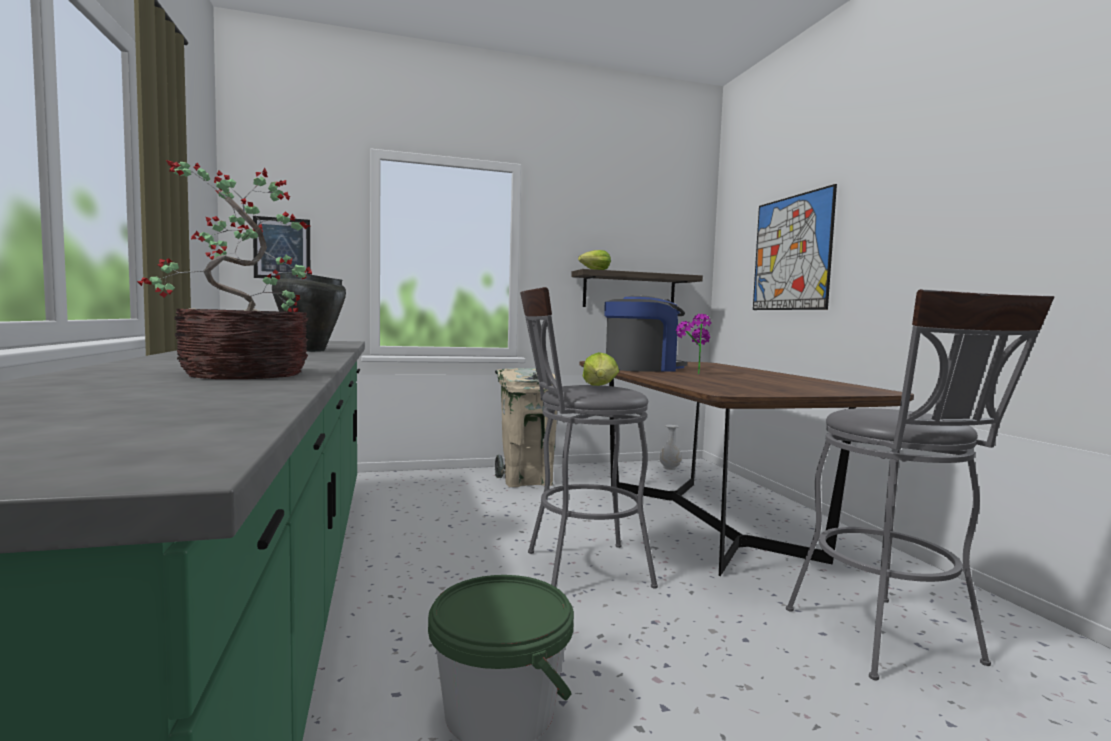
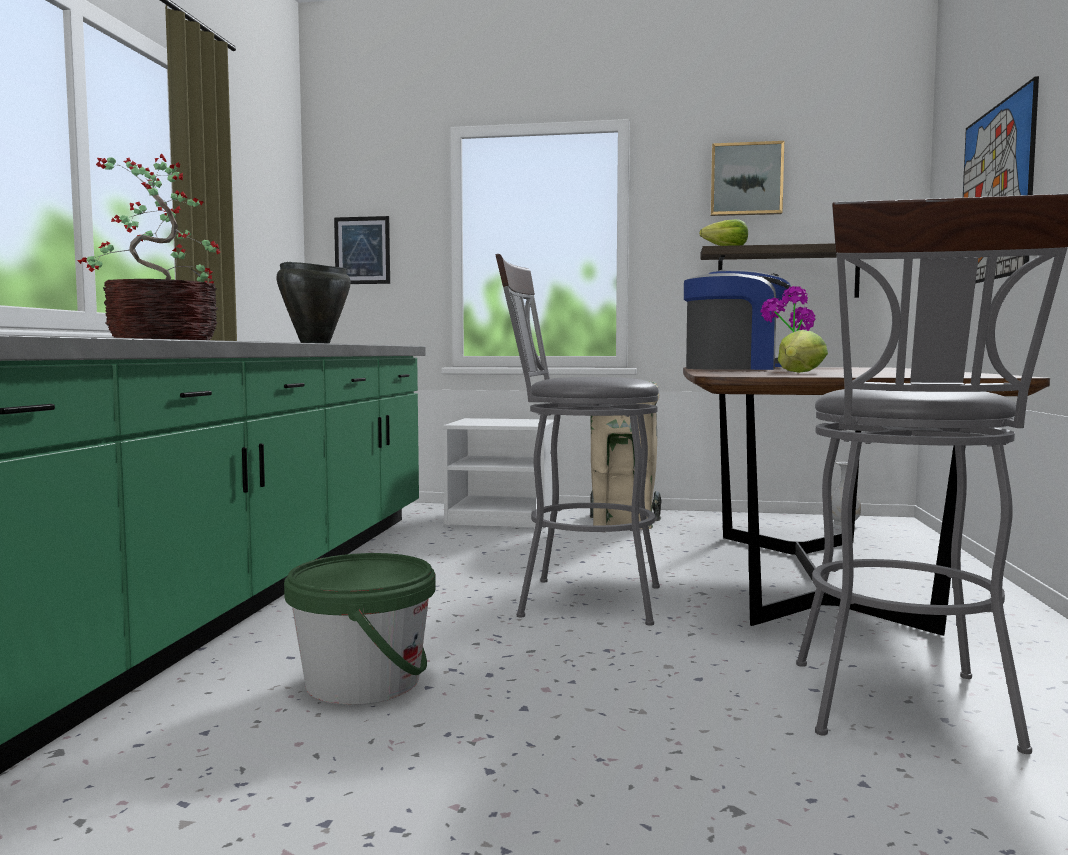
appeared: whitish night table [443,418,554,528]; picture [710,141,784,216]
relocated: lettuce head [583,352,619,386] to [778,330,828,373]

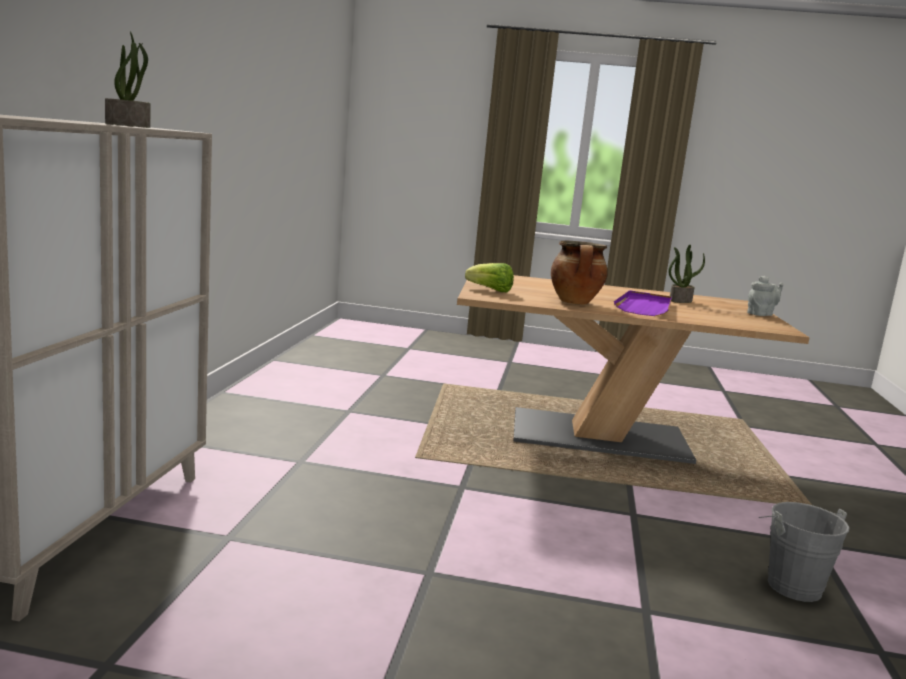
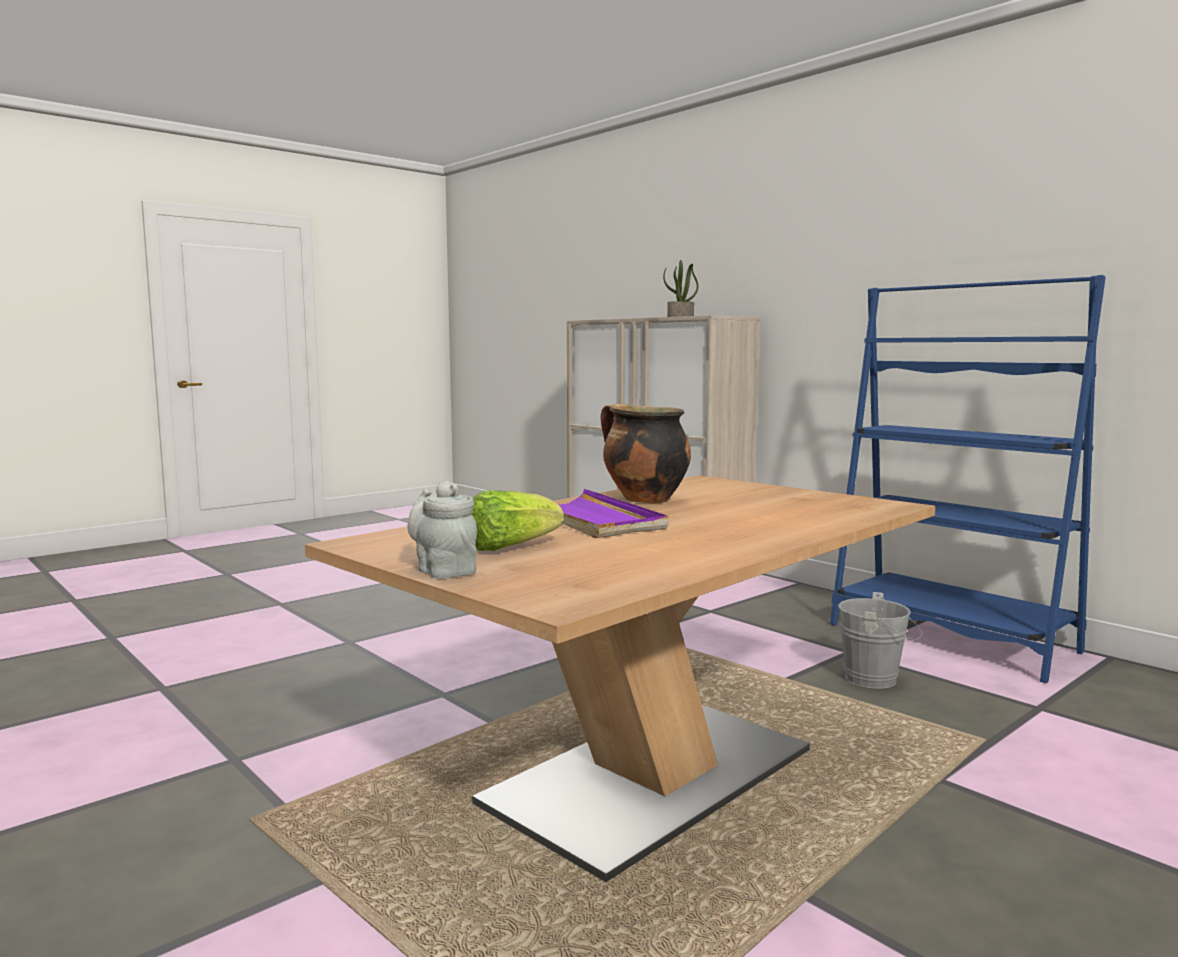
missing: houseplant [668,245,705,303]
appeared: blue bookcase [830,275,1106,683]
relocated: lettuce head [465,263,514,292] to [471,490,564,551]; greyish bucket [759,502,850,602] to [838,592,922,689]
spun: greyish teapot [747,276,784,316] = [407,481,477,579] 135 degrees clockwise

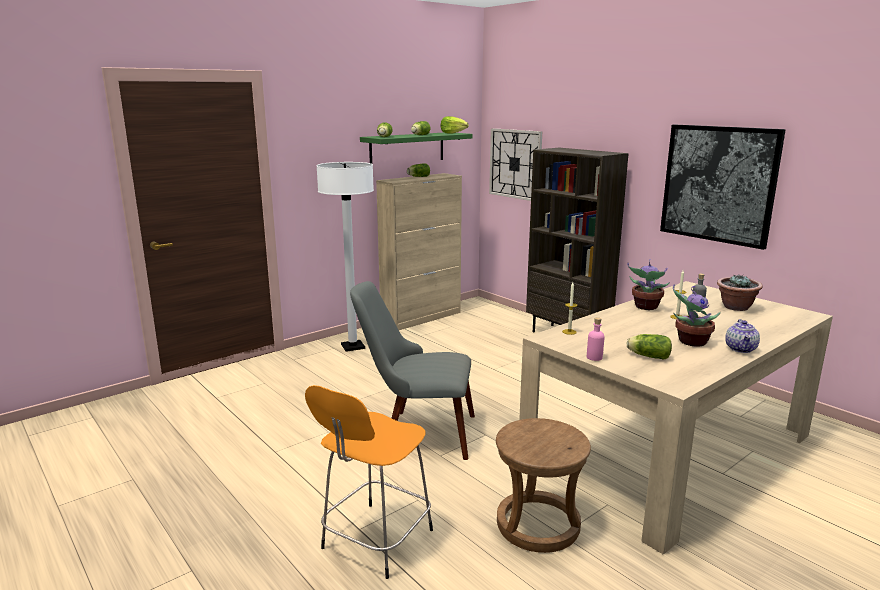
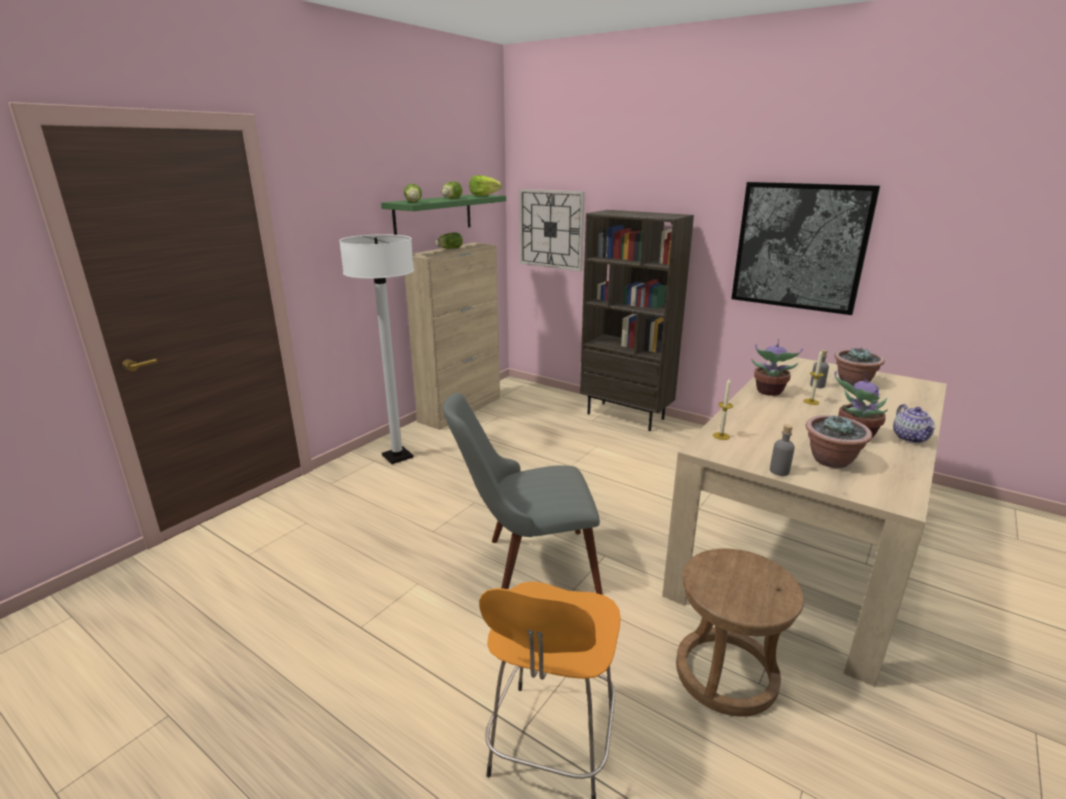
exchanged: lettuce head [627,334,672,360] to houseplant [806,415,872,468]
colour: pink beverage bottle [587,317,605,361] to greyish beverage bottle [770,424,795,476]

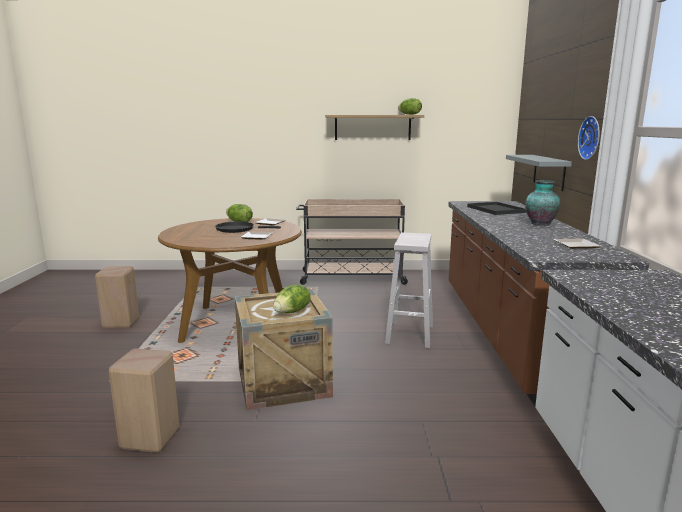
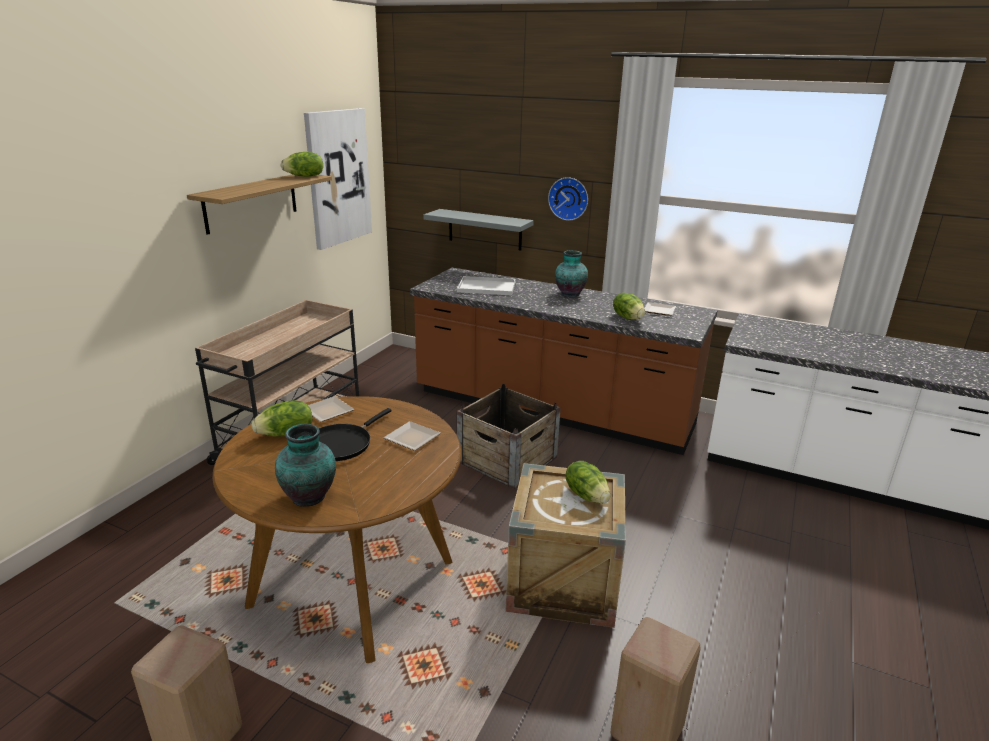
appeared: decorative vase [275,424,336,507]; picture [304,108,372,250]; lettuce head [613,293,645,320]
exchanged: whitish sitting stool [385,232,433,348] to crate [457,384,561,489]
colour: blackish tray [467,202,526,215] to whitish tray [457,276,516,295]

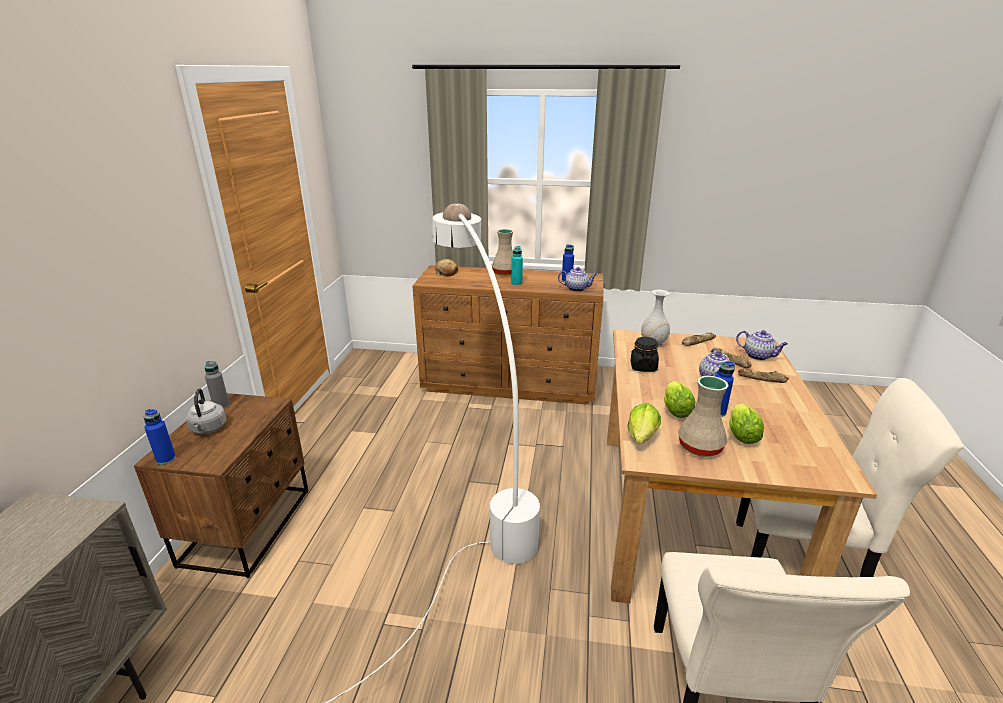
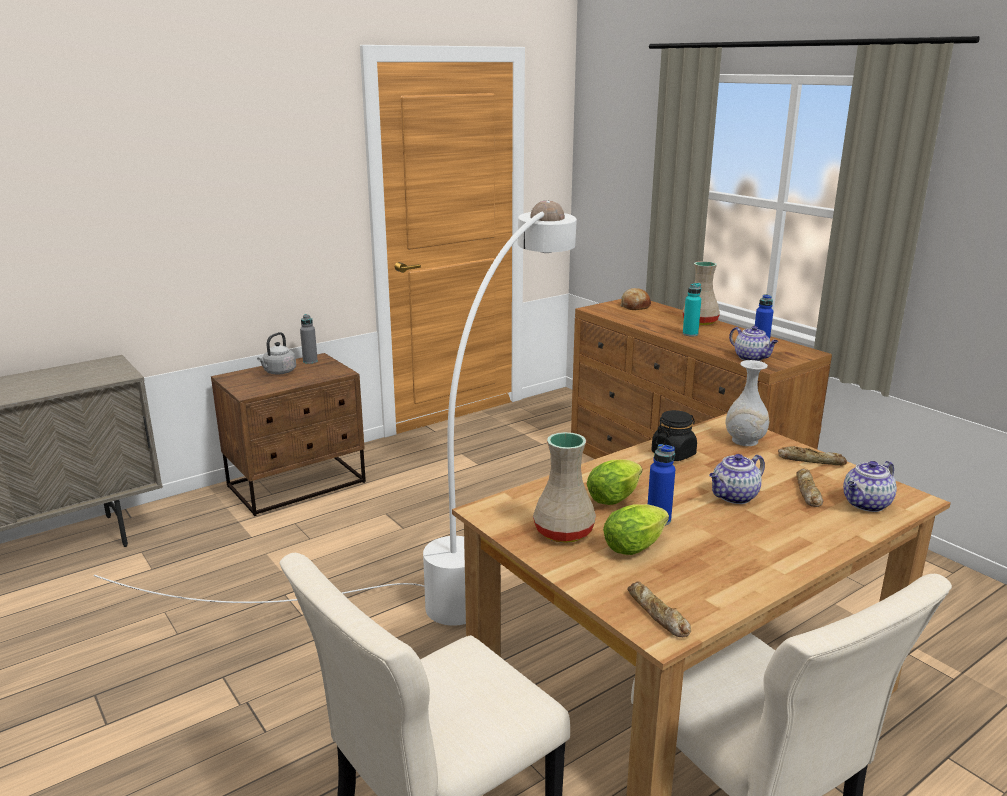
missing: blue beverage bottle [144,409,176,465]; lettuce head [627,403,661,444]
relocated: baked bread [738,369,789,383] to [627,581,691,637]
spun: teapot [736,330,788,360] = [843,461,897,512] 60 degrees clockwise

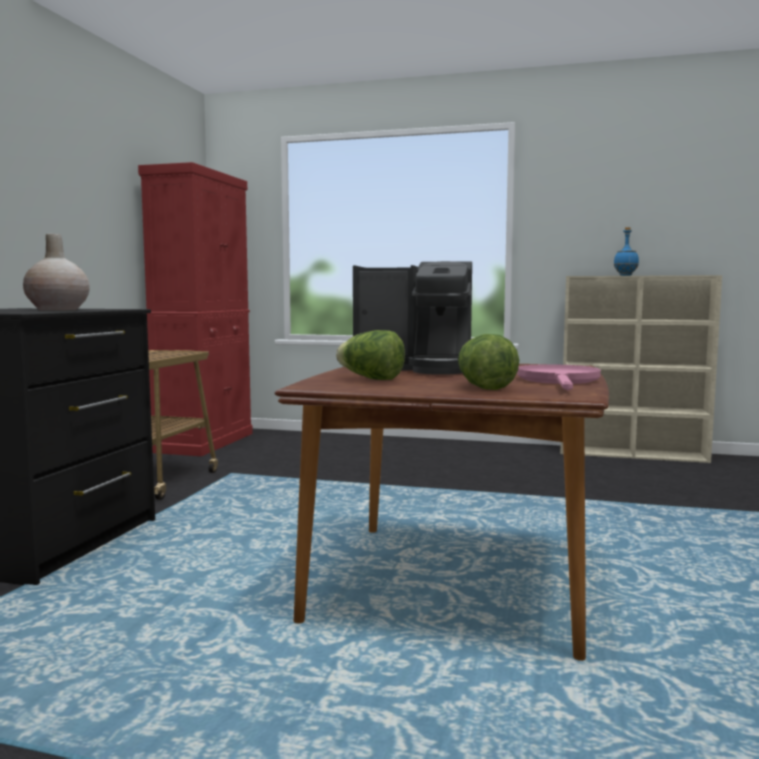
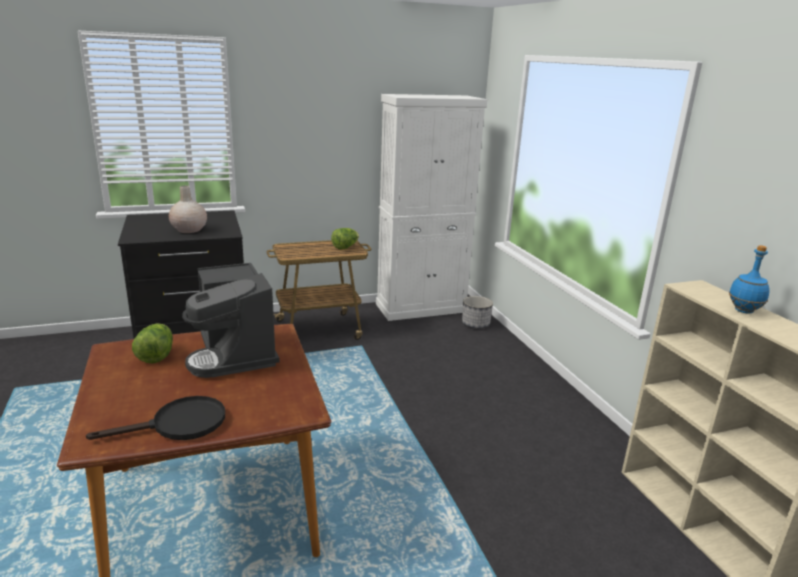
appeared: plant pot [462,296,493,328]
relocated: lettuce head [458,334,519,390] to [331,228,359,250]
colour: pink pan [517,364,601,390] to blackish pan [86,396,225,440]; red storage cabinet [138,162,253,456] to whitish storage cabinet [376,94,488,321]

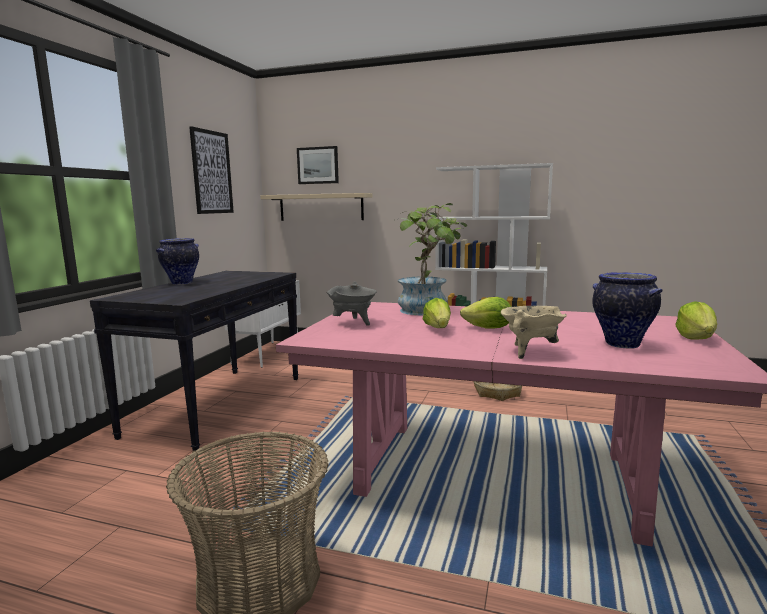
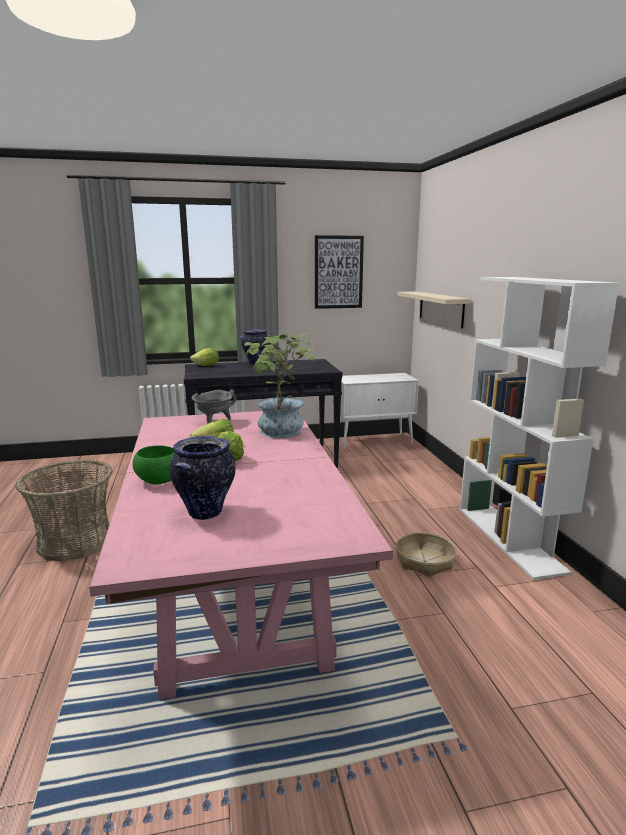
missing: picture [297,146,339,184]
relocated: lettuce head [675,302,717,339] to [190,348,219,366]
exchanged: beige stockpot [501,306,566,359] to green-coloured serving bowl [132,446,175,485]

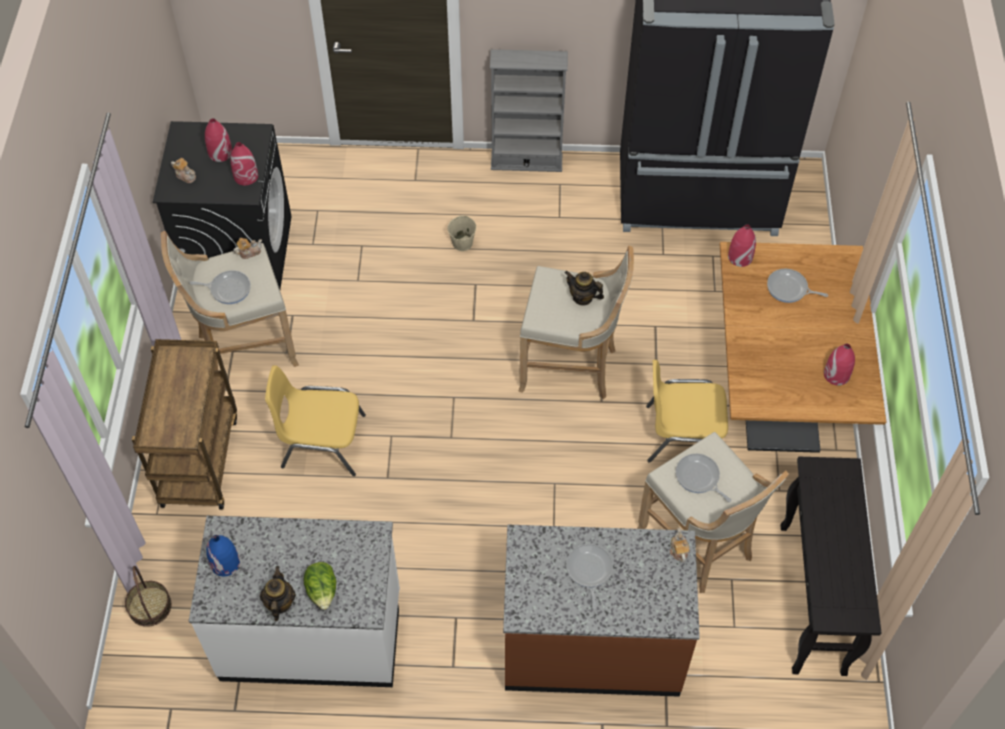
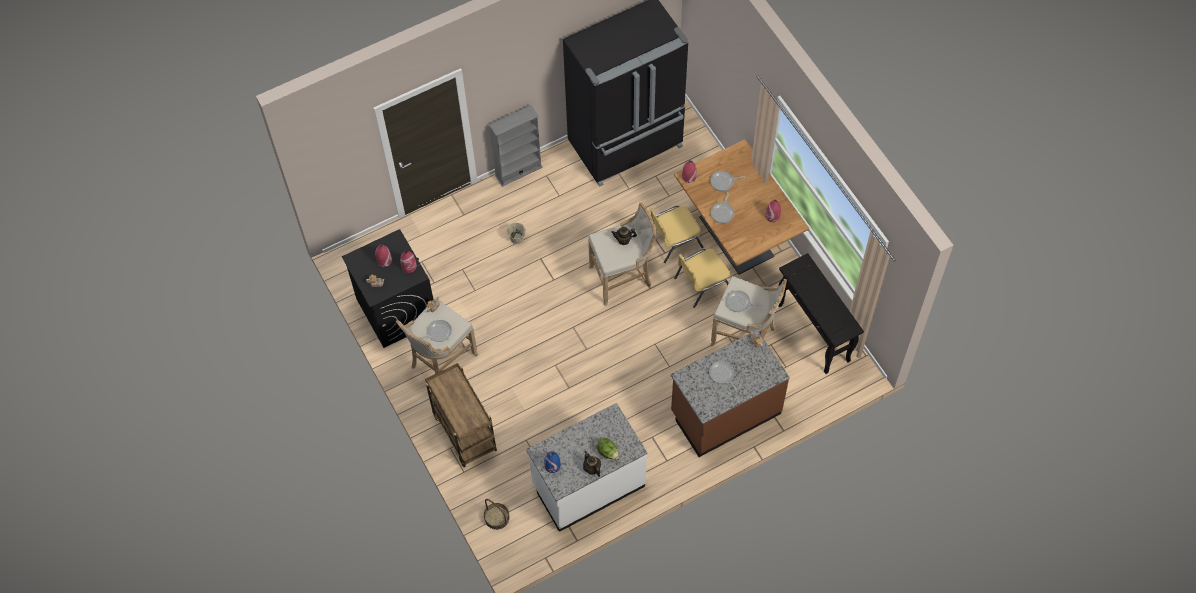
appeared: pan [711,192,734,223]
relocated: yellow-coloured plain chair [265,365,366,476] to [650,206,703,263]

